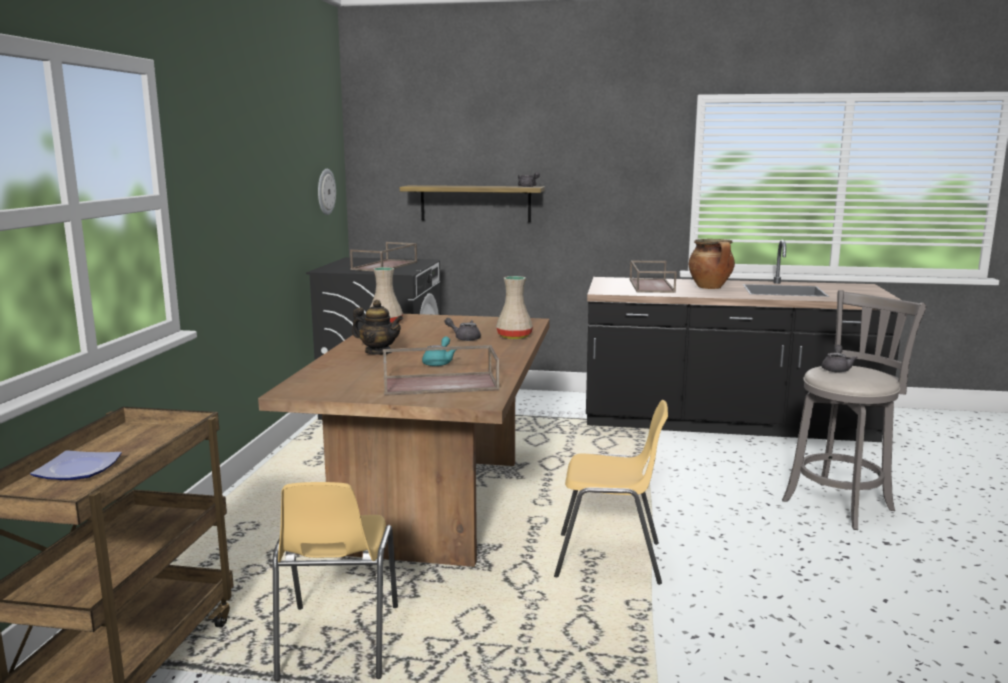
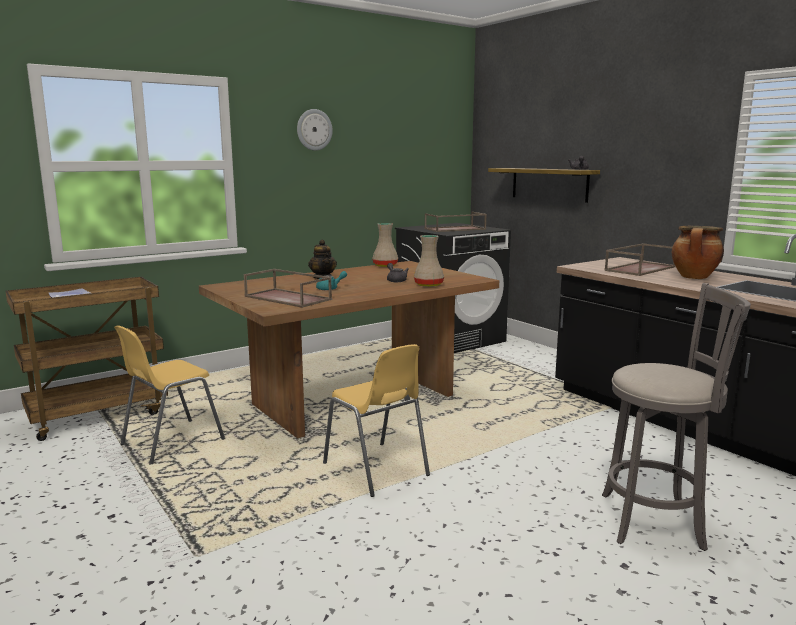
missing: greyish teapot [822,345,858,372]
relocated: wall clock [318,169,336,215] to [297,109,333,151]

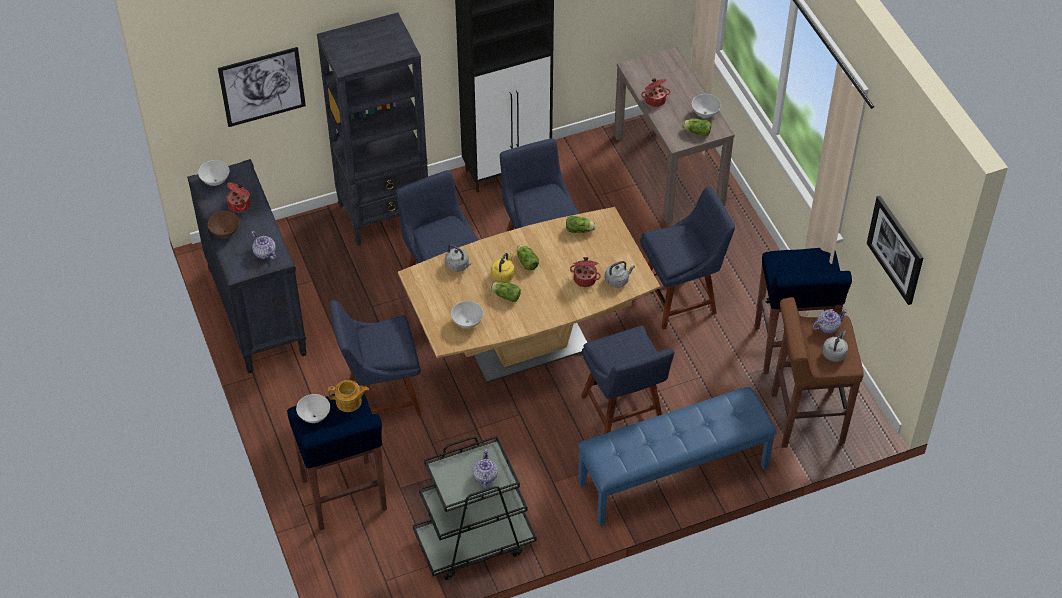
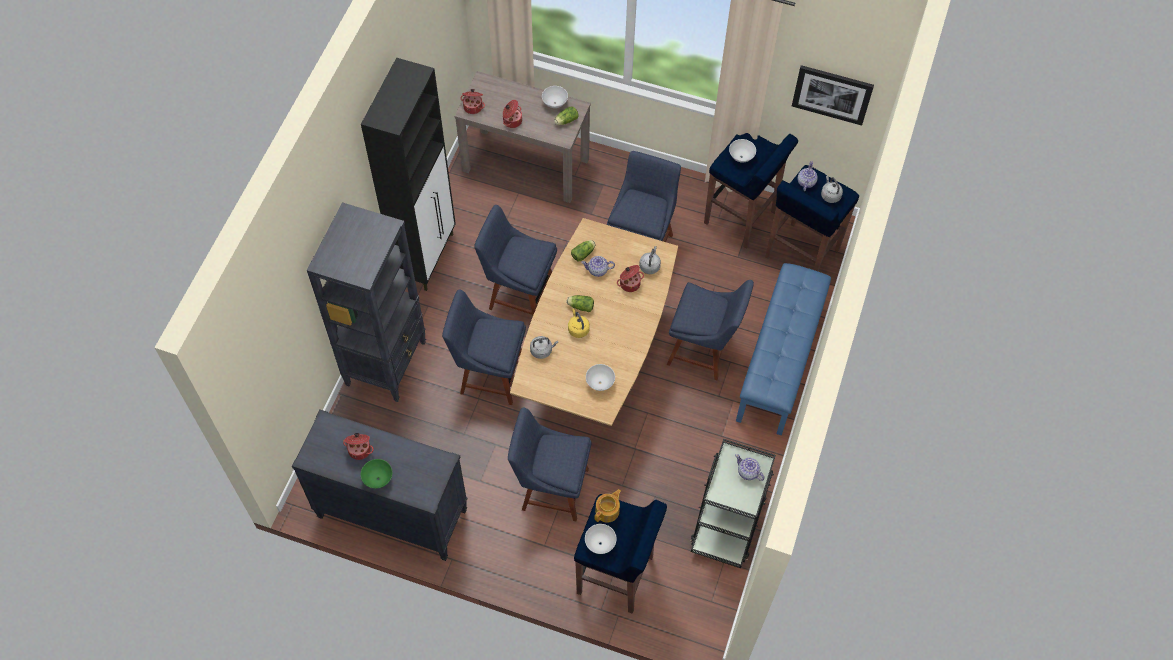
missing: picture [218,47,306,127]; lettuce head [491,282,521,302]
appeared: stockpot [460,89,485,114]
relocated: teapot [251,231,276,260] to [581,256,615,277]; whitish serving bowl [198,160,229,186] to [729,139,756,163]
colour: brown-coloured serving bowl [208,211,240,237] to green-coloured serving bowl [361,459,392,489]; brown-coloured sitting stool [771,297,864,448] to blue sitting stool [765,165,859,272]
spun: blue plain chair [330,300,421,416] = [508,407,591,522] 75 degrees clockwise

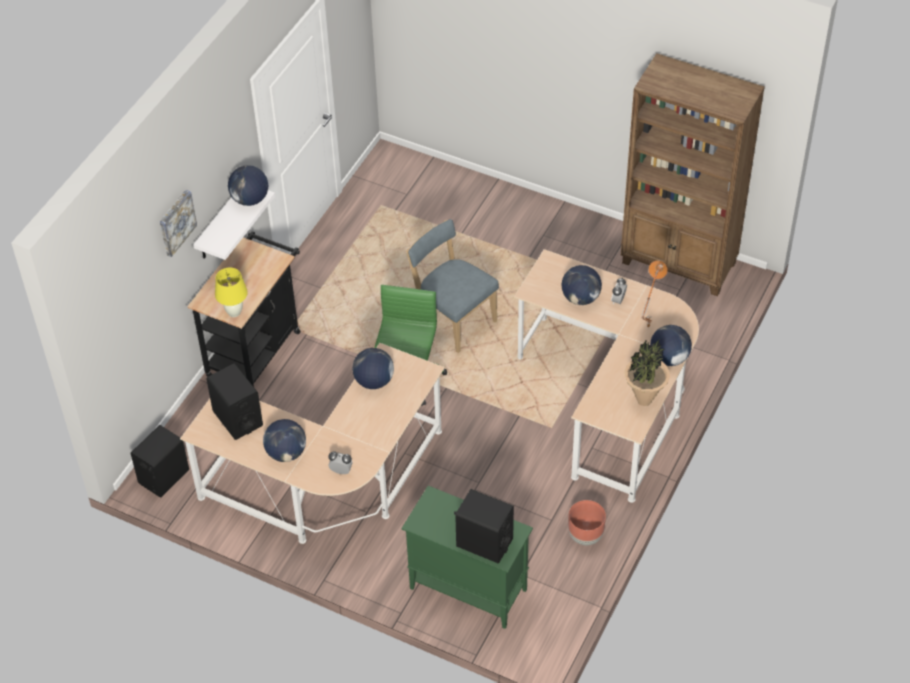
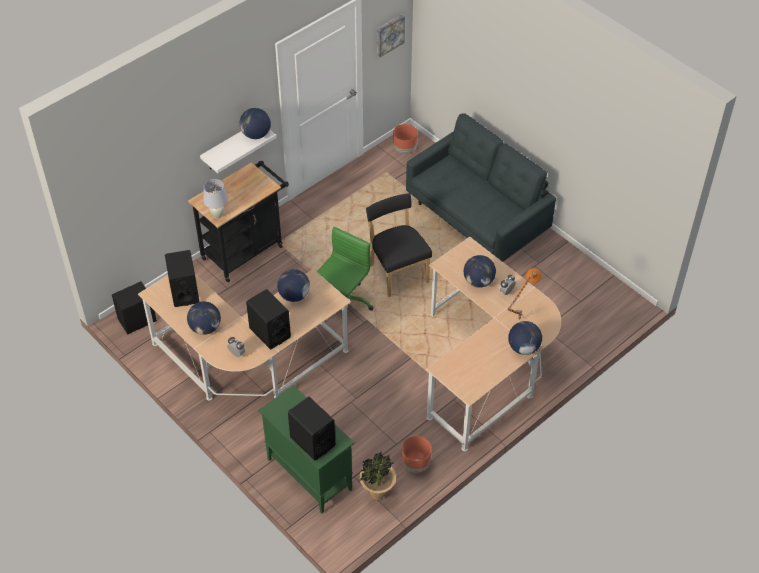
missing: brown-coloured bookcase [621,53,765,296]
appeared: blackish audio speaker [246,289,291,350]; brown-coloured plant pot [393,124,417,154]; greyish sofa [406,113,556,262]
relocated: houseplant [624,340,670,406] to [359,452,396,500]; picture [160,190,197,257] to [377,14,405,57]
colour: yellow-coloured lamp for a table [215,268,248,317] to whitish lamp for a table [203,179,228,219]; blue plain chair [406,219,499,353] to blackish plain chair [366,193,432,297]

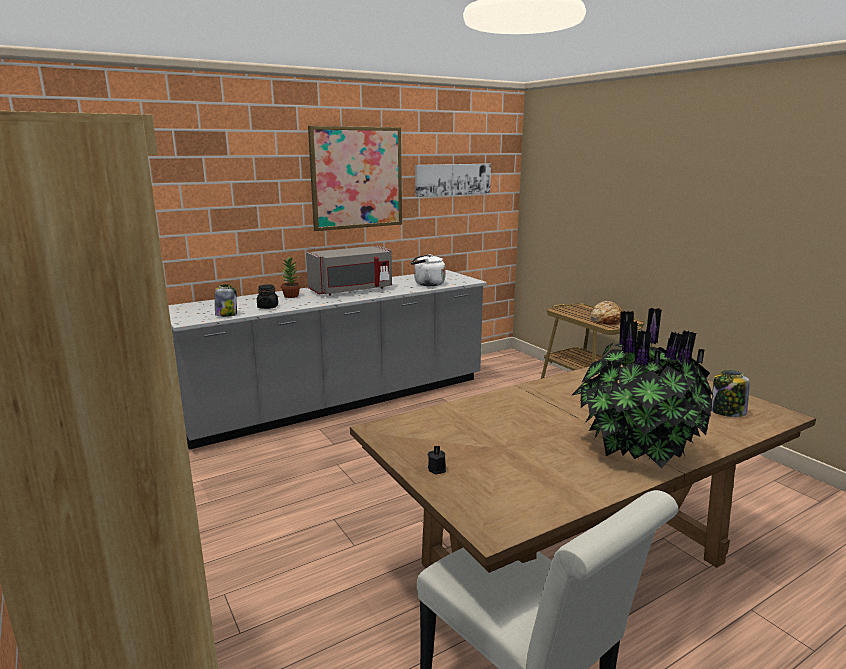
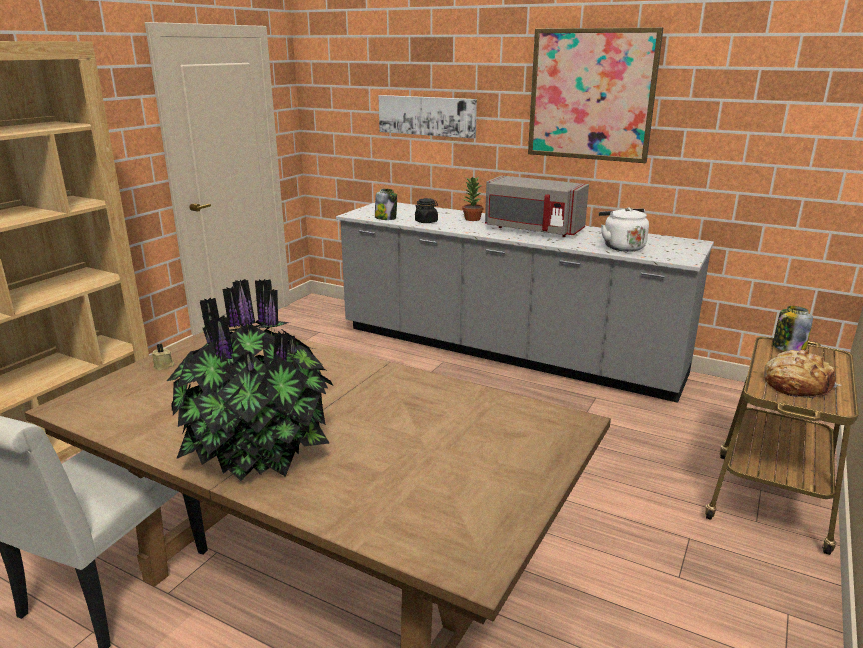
relocated: picture [415,164,491,197] to [378,95,477,139]; preserve jar [712,370,750,417] to [773,306,813,351]
colour: blackish candle [428,445,446,474] to beige candle [152,344,175,370]

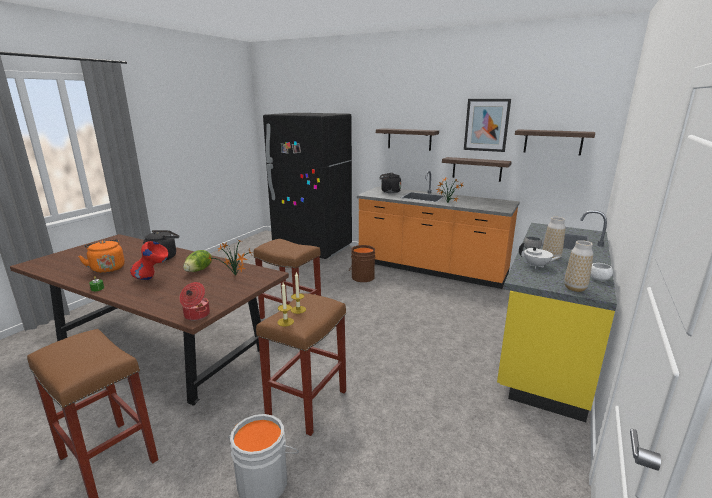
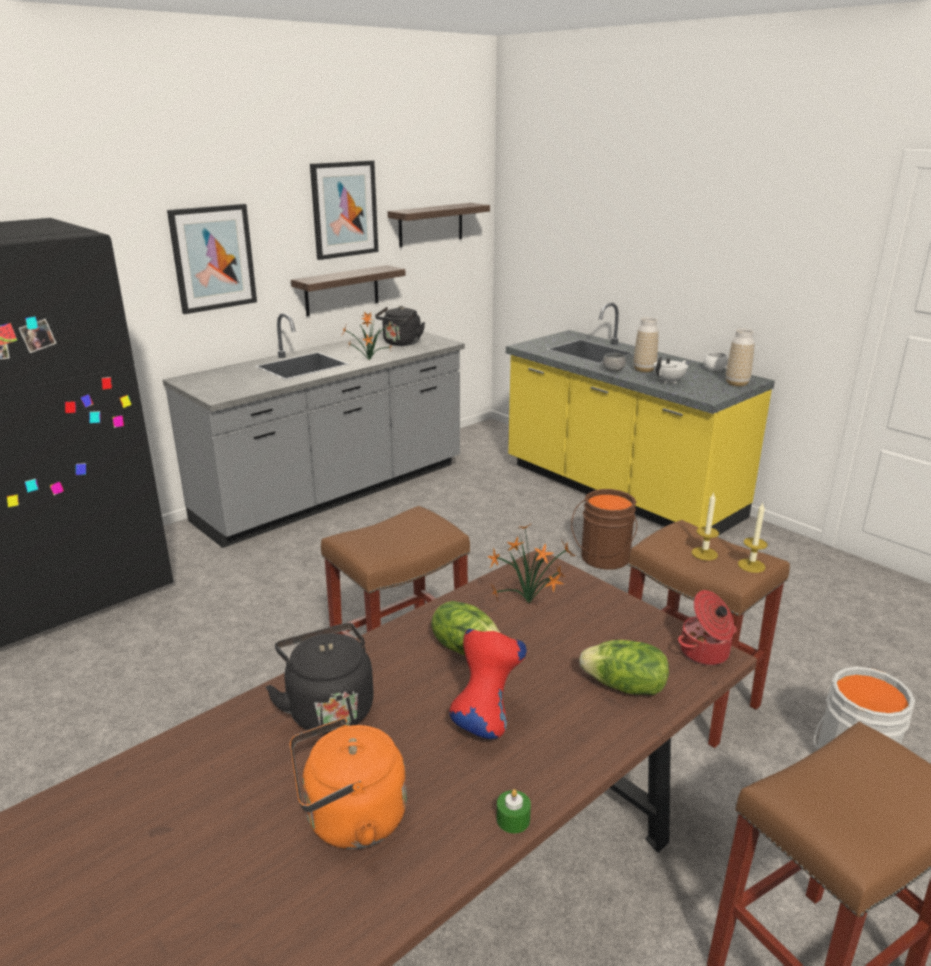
appeared: lettuce head [579,640,669,695]
relocated: blackish tea kettle [379,173,401,193] to [375,306,425,346]; brown-coloured bucket [349,245,375,282] to [571,489,637,570]
exchanged: bracket shelf [376,128,439,151] to picture [167,204,257,314]
colour: orange counter [357,171,520,289] to greyish counter [163,313,465,548]

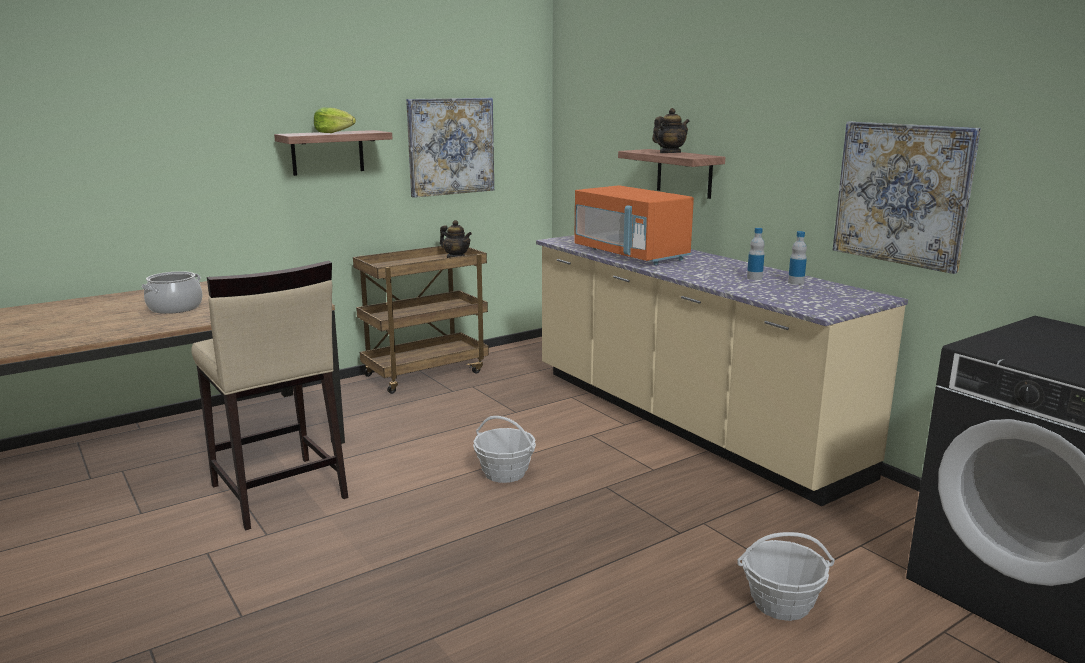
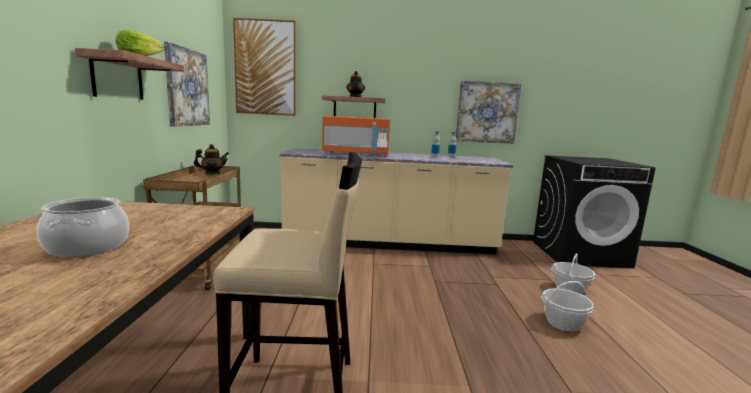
appeared: picture [233,18,296,116]
relocated: basket [473,416,536,483] to [542,281,594,332]

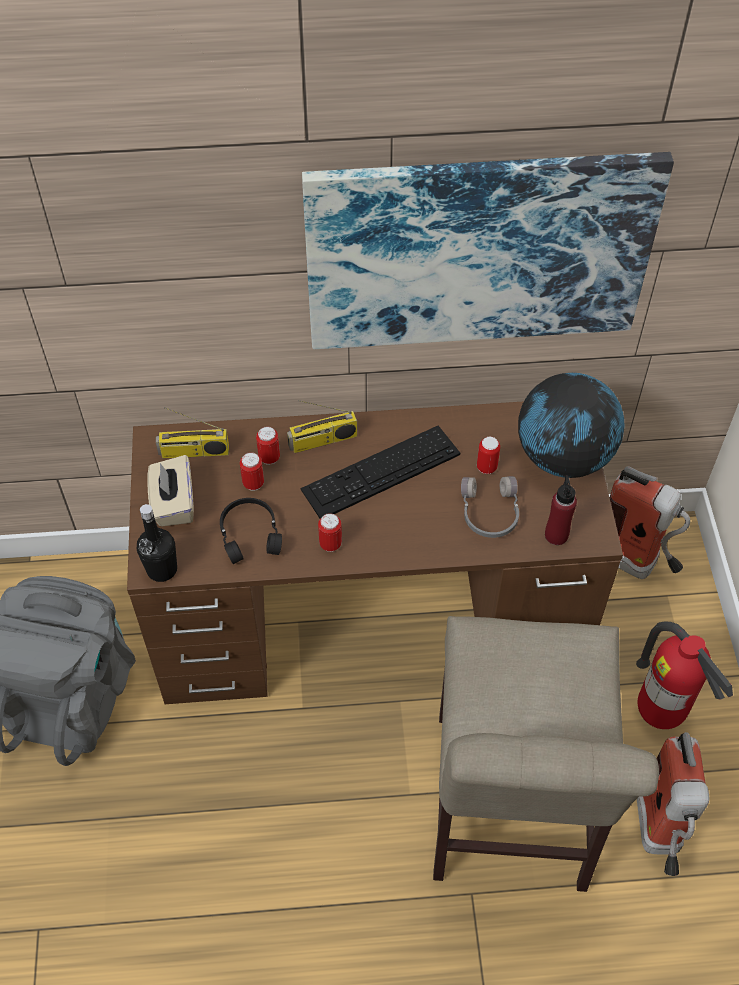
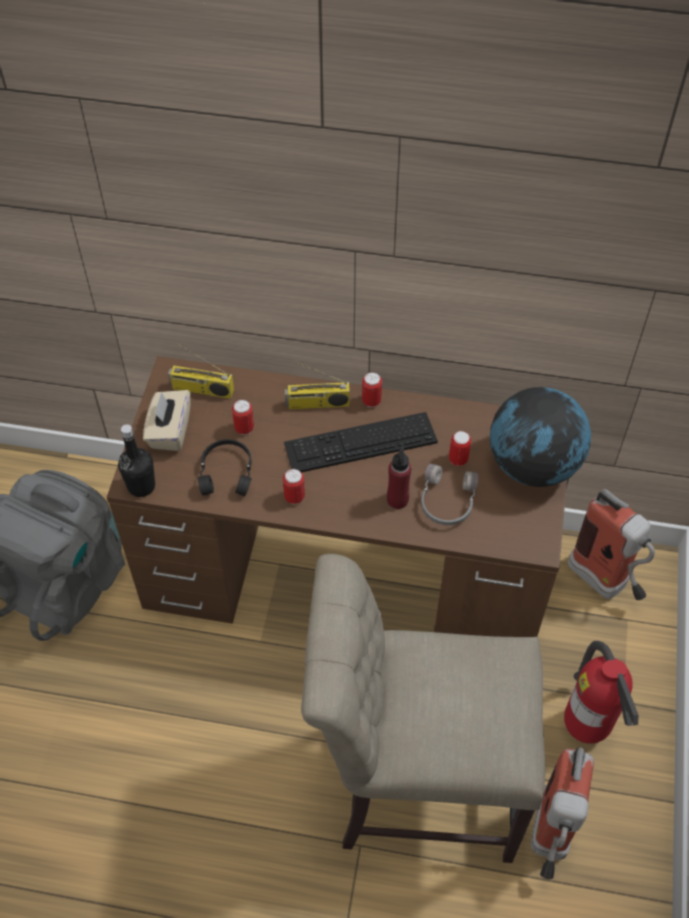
missing: picture [302,152,674,349]
relocated: can [256,426,280,465] to [362,372,382,407]; red beverage bottle [545,475,577,545] to [387,444,411,509]
spun: beige plain chair [433,616,659,892] = [301,554,545,863] 75 degrees clockwise

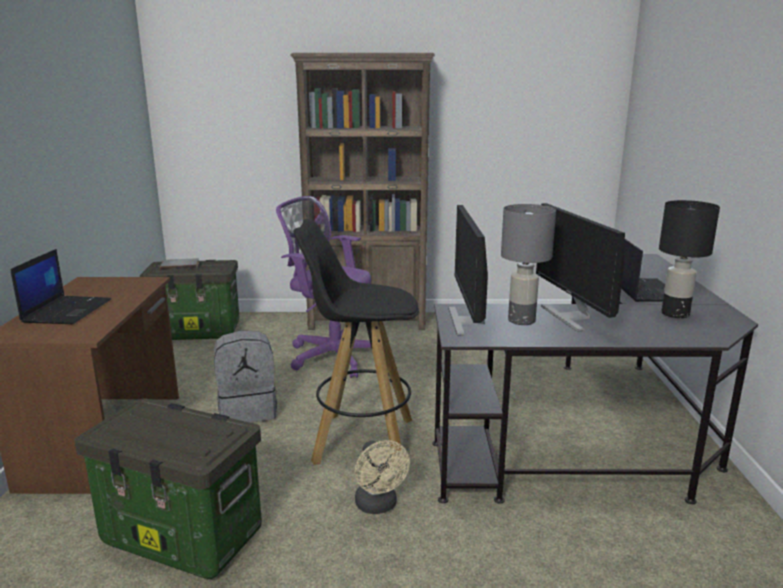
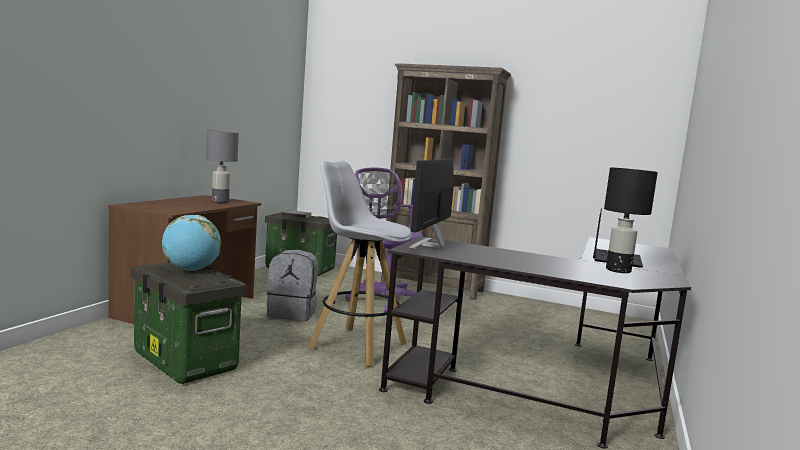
missing: laptop [11,249,111,324]; beige fan [355,440,410,514]; computer display [536,203,625,332]
appeared: desk globe [162,215,221,271]
relocated: greyish lamp for a table [501,204,556,325] to [206,130,239,203]
colour: blackish sitting stool [293,219,419,465] to whitish sitting stool [307,161,412,367]

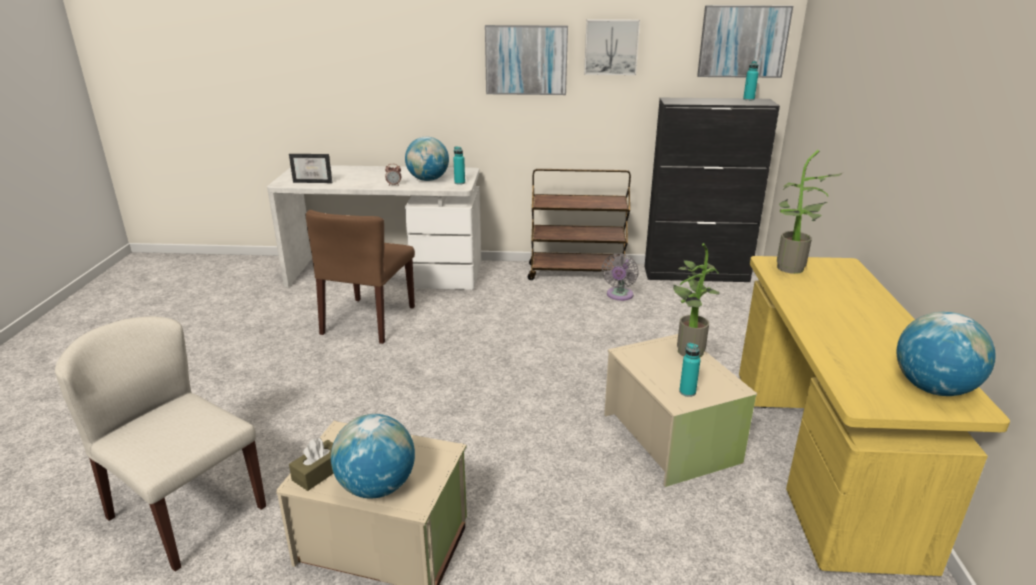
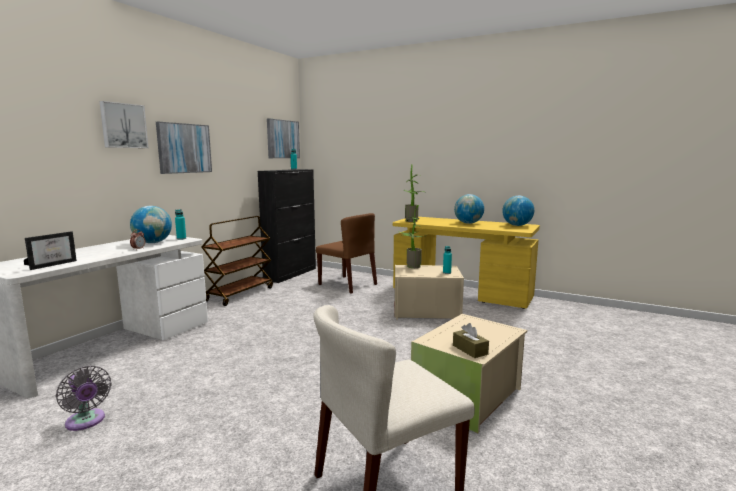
relocated: greyish fan [602,253,638,301] to [56,366,112,431]; picture [584,19,640,75] to [100,101,149,148]; brown-coloured plain chair [306,210,415,344] to [316,213,377,294]; desk globe [331,414,415,499] to [454,194,484,224]

